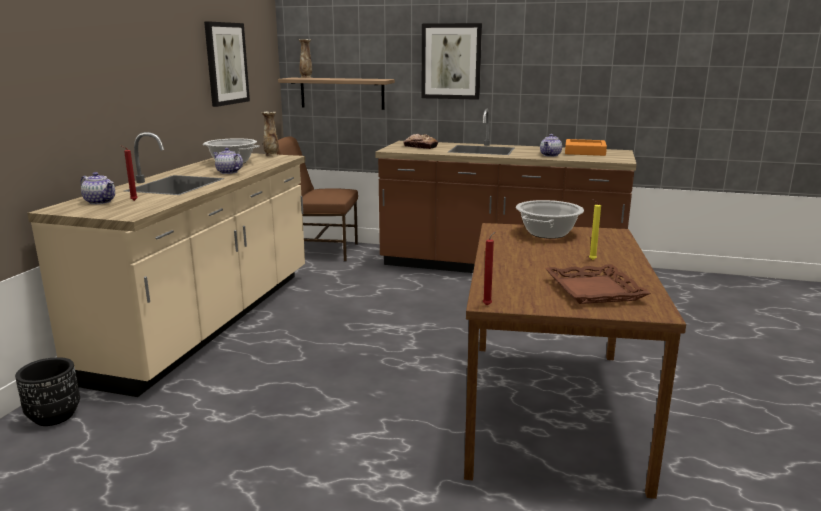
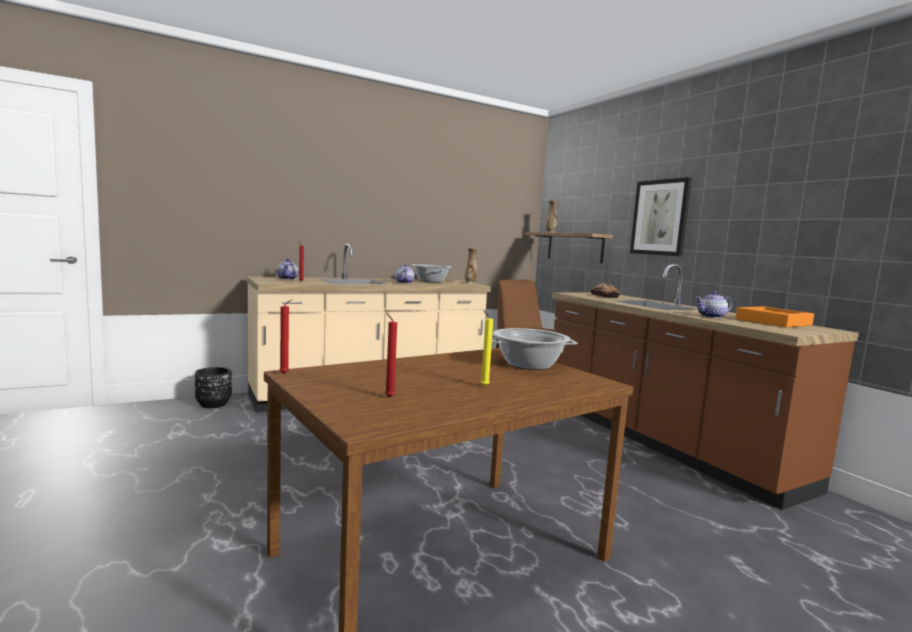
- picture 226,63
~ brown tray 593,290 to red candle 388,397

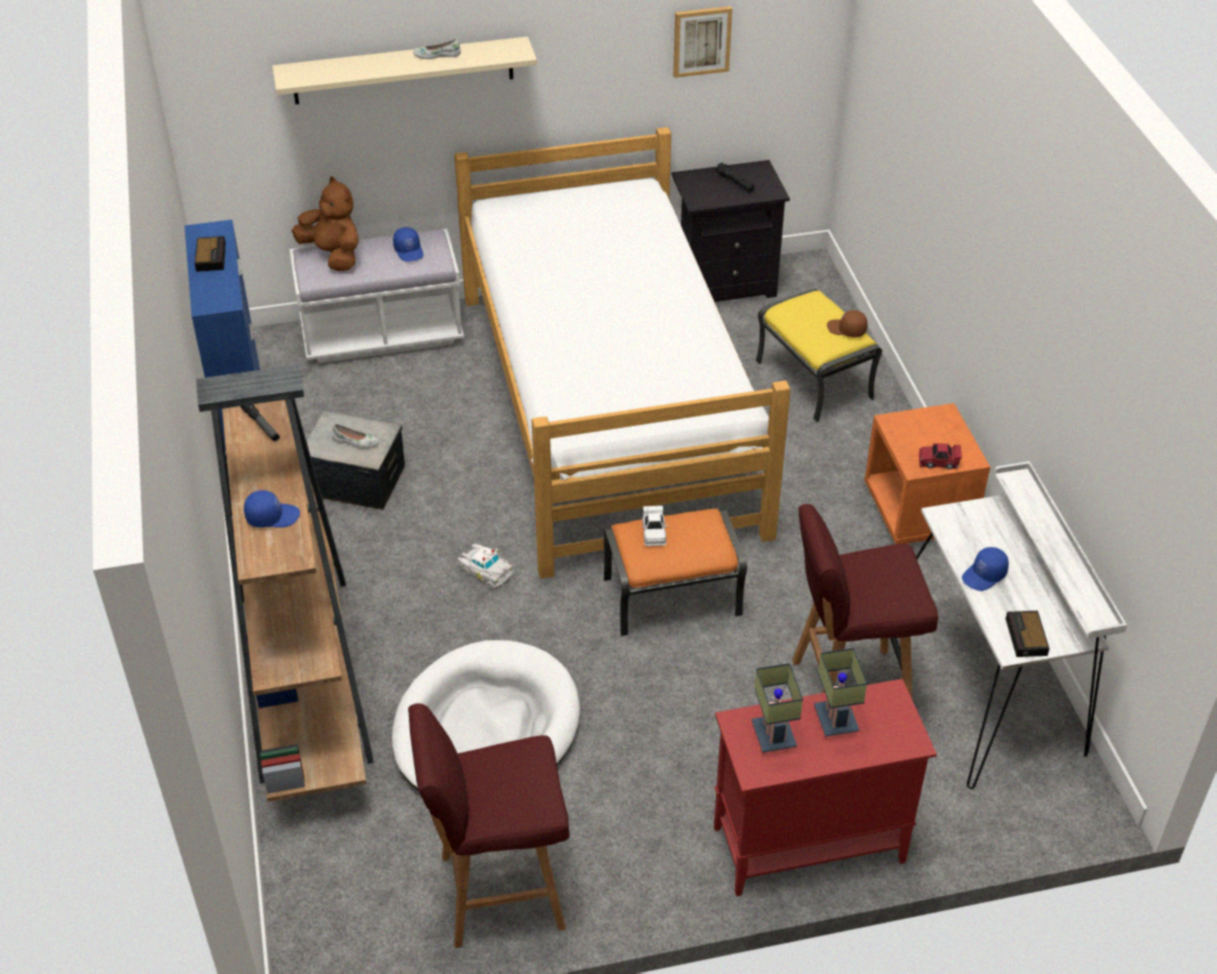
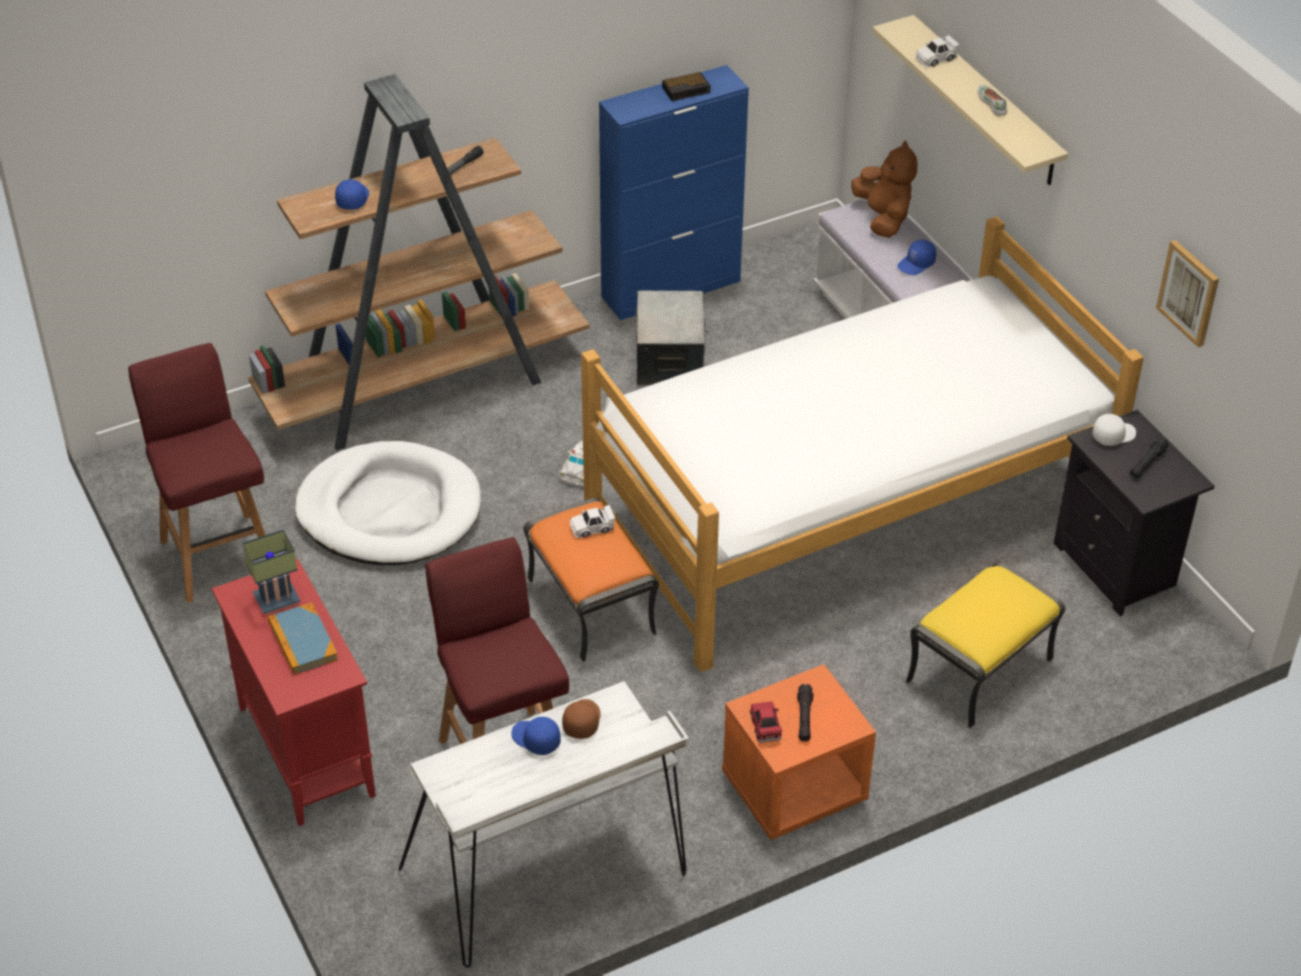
~ blue cap 272,516 = 352,199 150 degrees counterclockwise
~ brown plush toy 333,255 = 883,218 45 degrees counterclockwise
- white shoe 355,442
~ table lamp 838,721 to book 302,641
~ brown cap 846,330 to 581,721
- alarm clock 1026,638
+ black flashlight 804,717
+ white toy car 936,59
+ white cap 1113,435

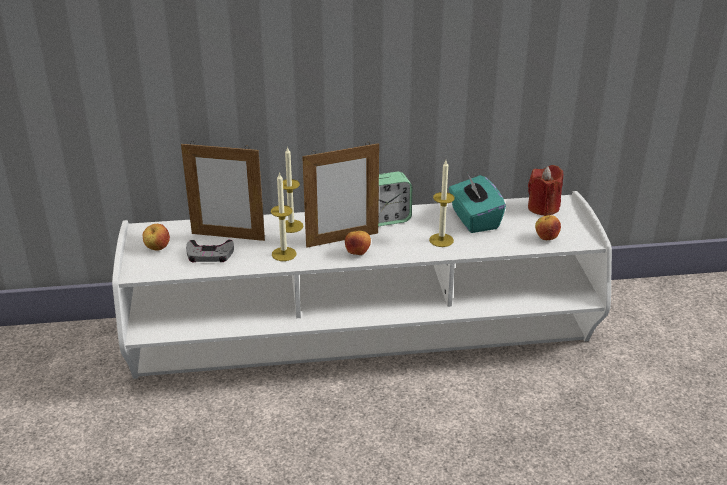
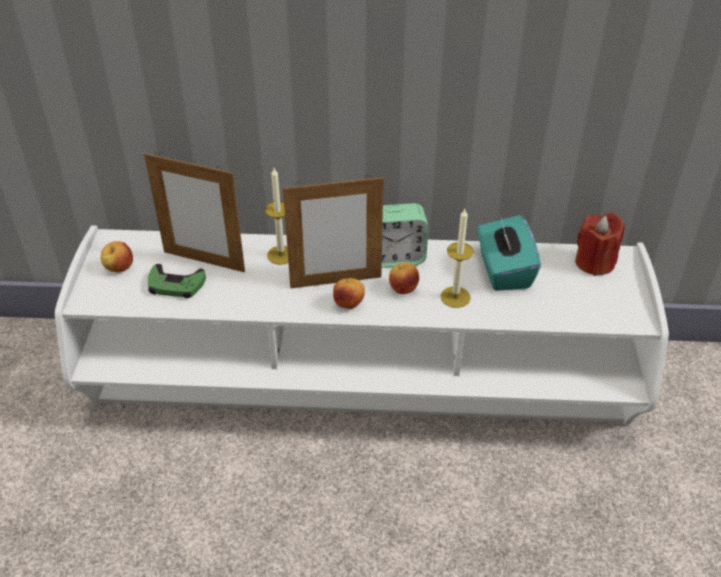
~ grey game controller 209,255 to green game controller 175,285
- candle 284,254
~ apple 546,238 to 403,289

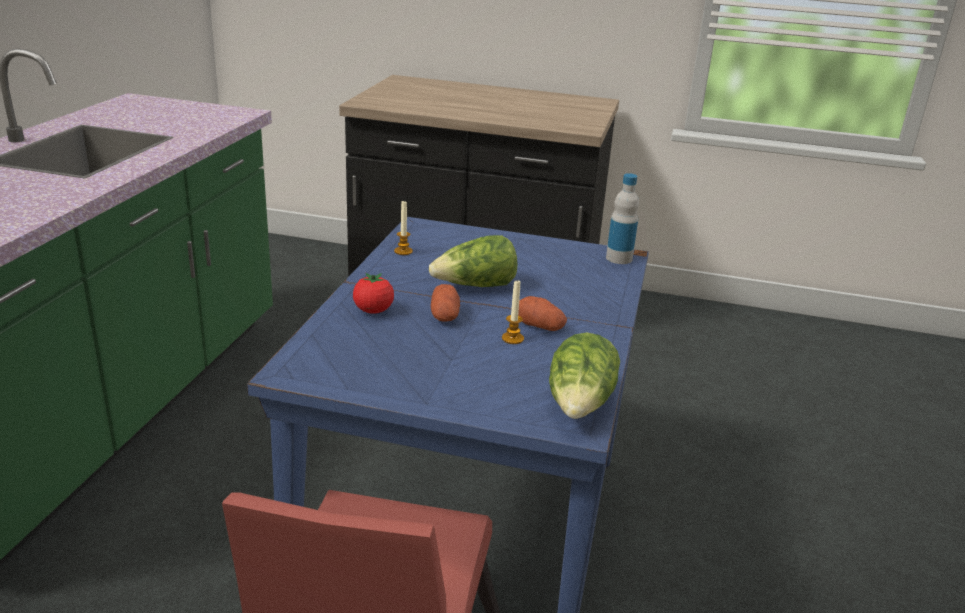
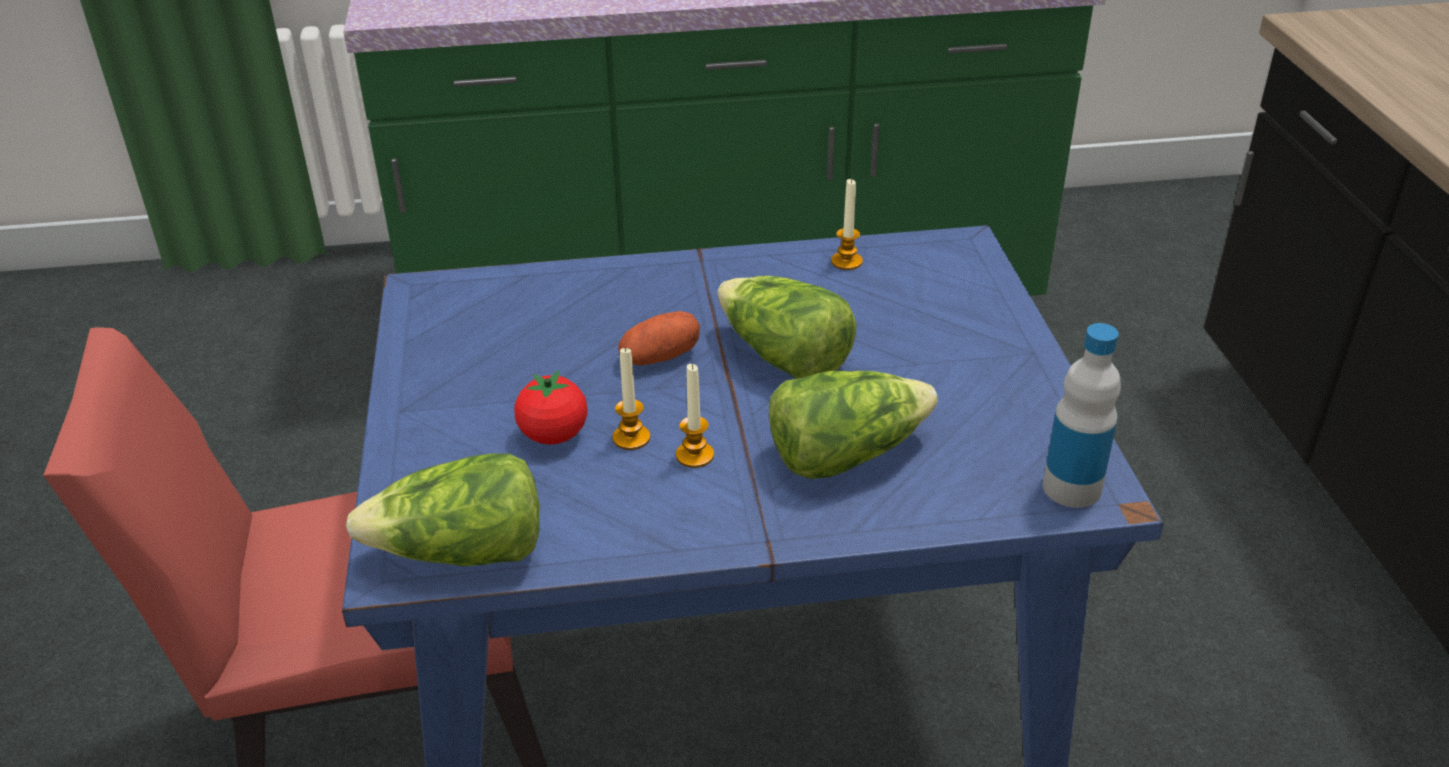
~ tomato 373,311 to 553,435
~ potato 540,326 to candle 695,455
+ lettuce 845,454

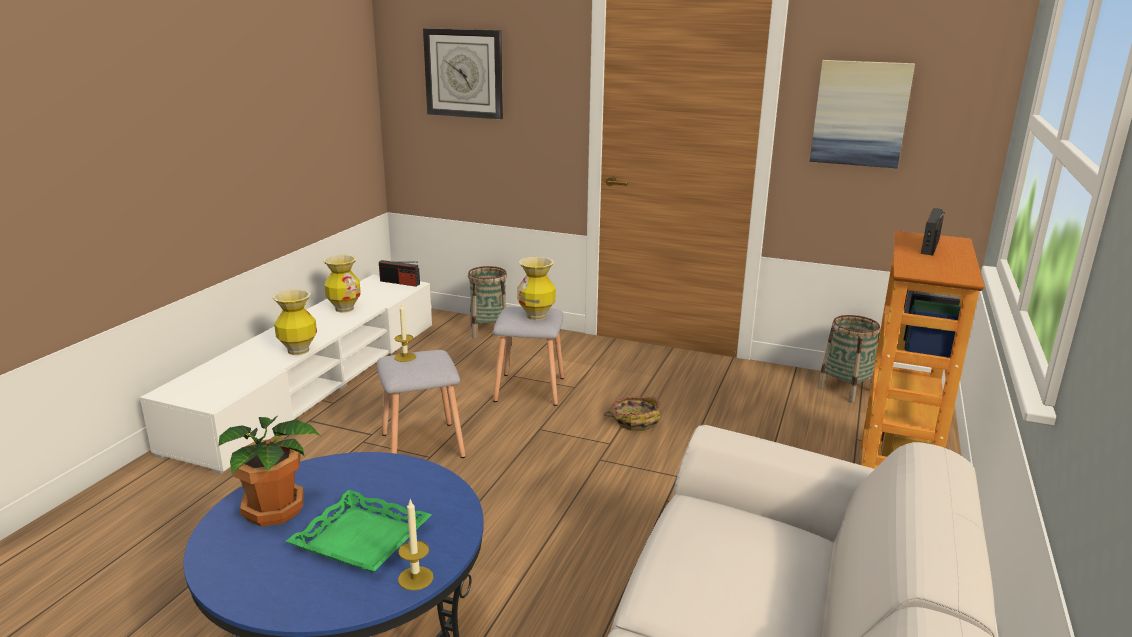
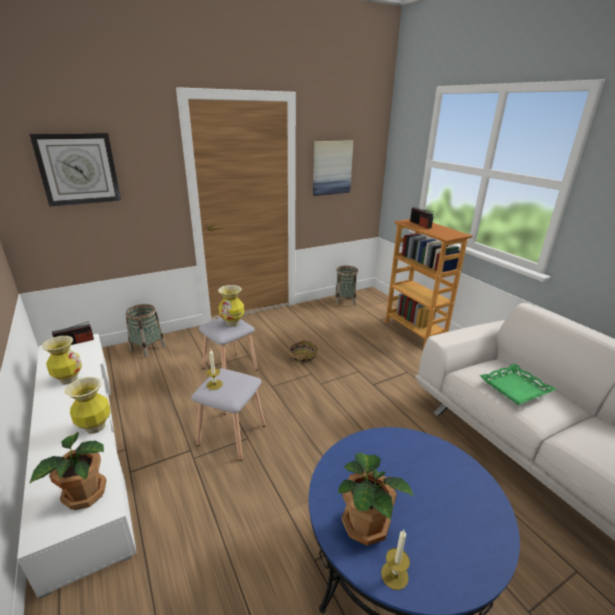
~ green tray 360,539 to 515,388
~ candle 415,578 to 394,575
+ potted plant 83,494

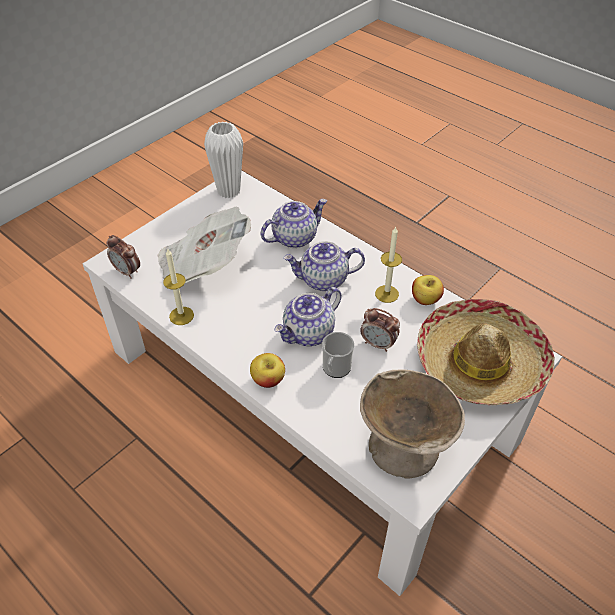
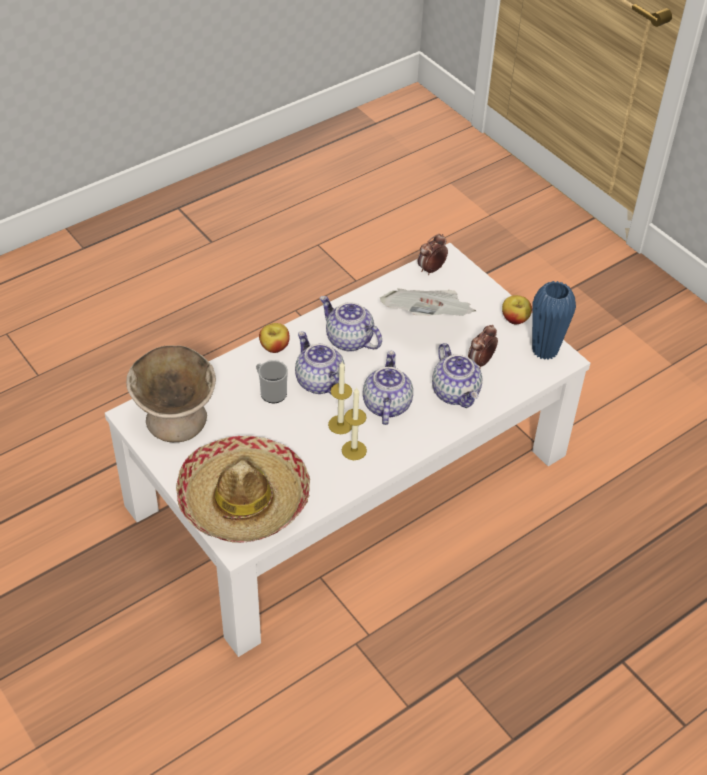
~ candle 181,316 to 340,424
~ white vase 228,191 to blue vase 545,350
~ alarm clock 378,344 to 481,362
~ apple 425,299 to 515,319
+ teapot 348,340

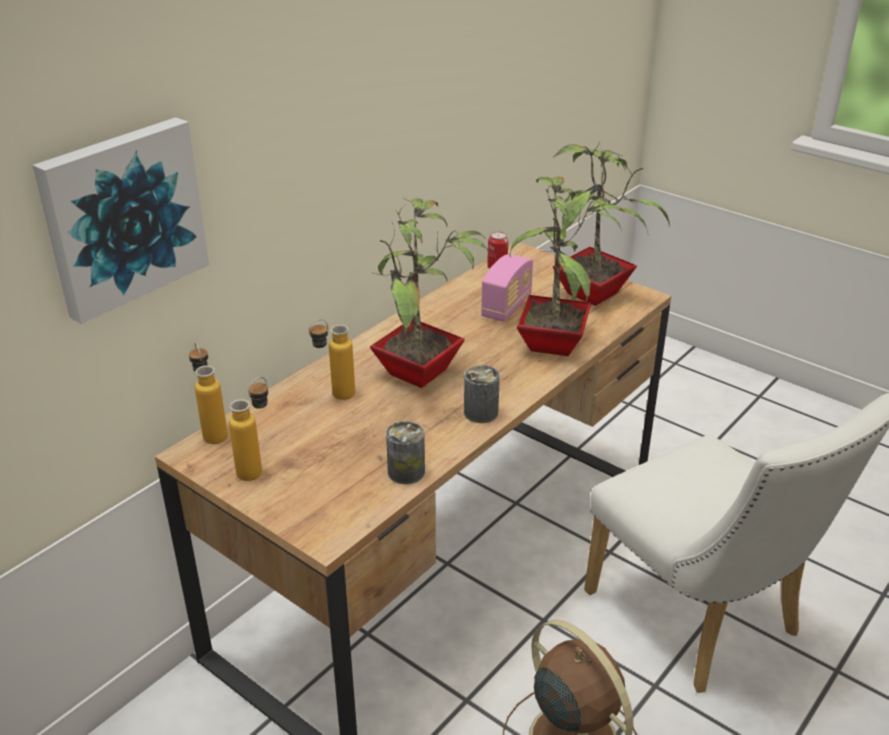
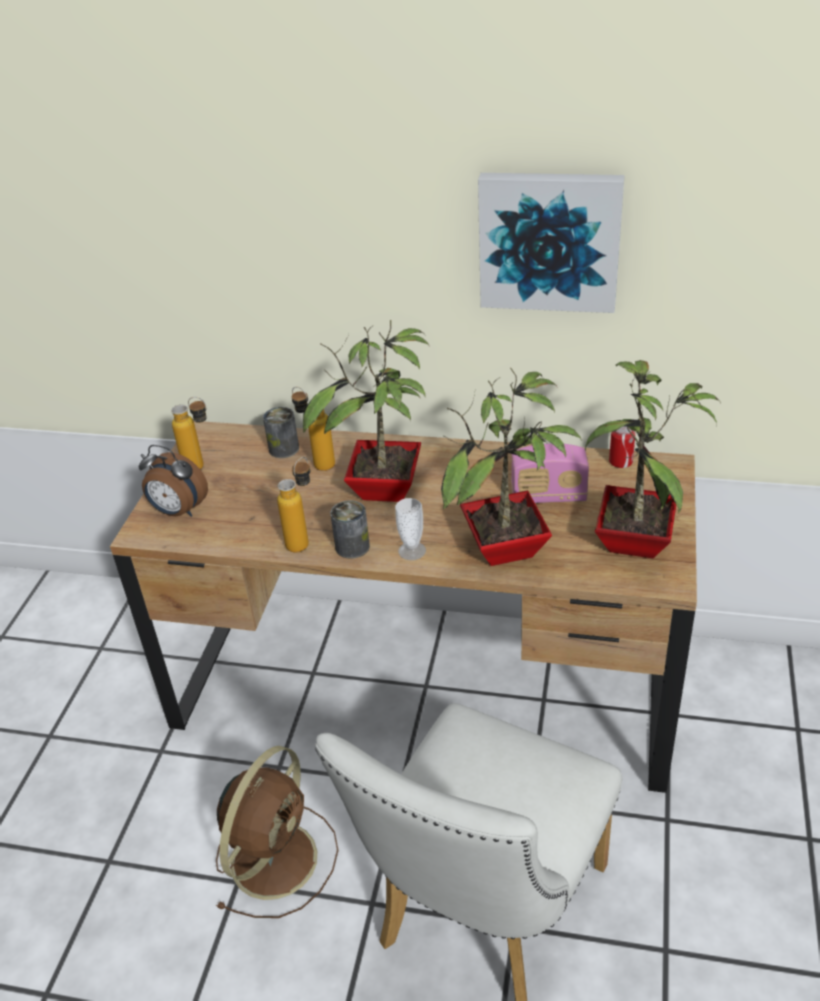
~ picture 122,216 to 549,240
~ bottle 213,432 to 303,540
~ can 406,472 to 284,449
+ alarm clock 178,511
+ cup 412,551

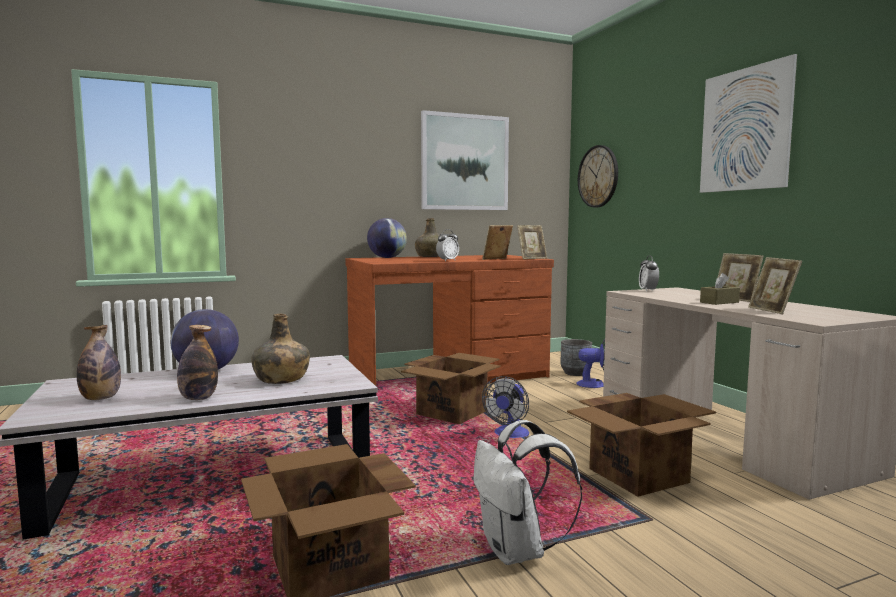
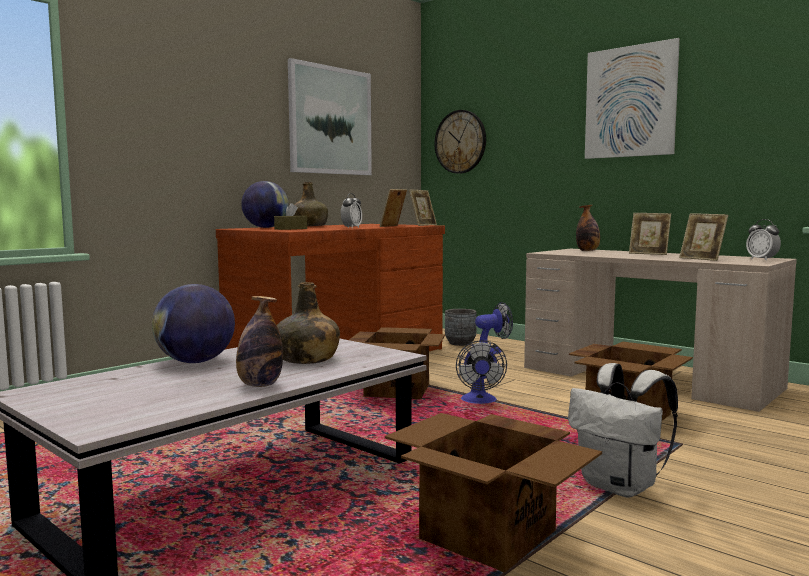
~ bottle 100,398 to 587,251
~ alarm clock 648,290 to 762,259
~ brown tissue box 719,302 to 291,229

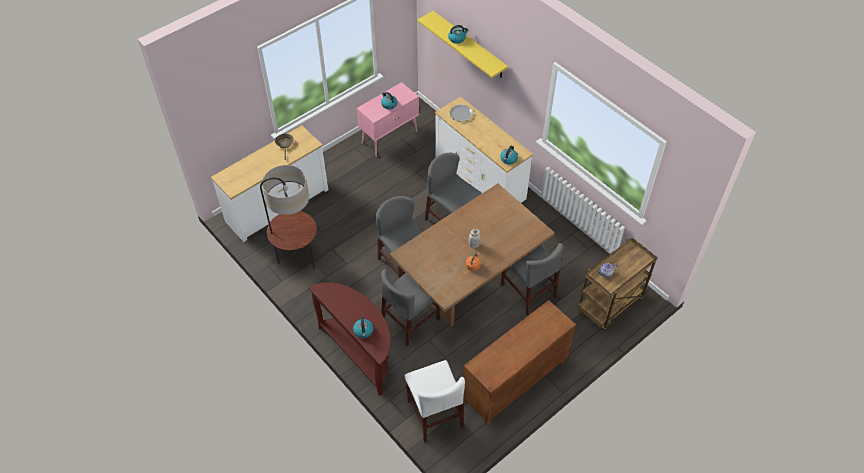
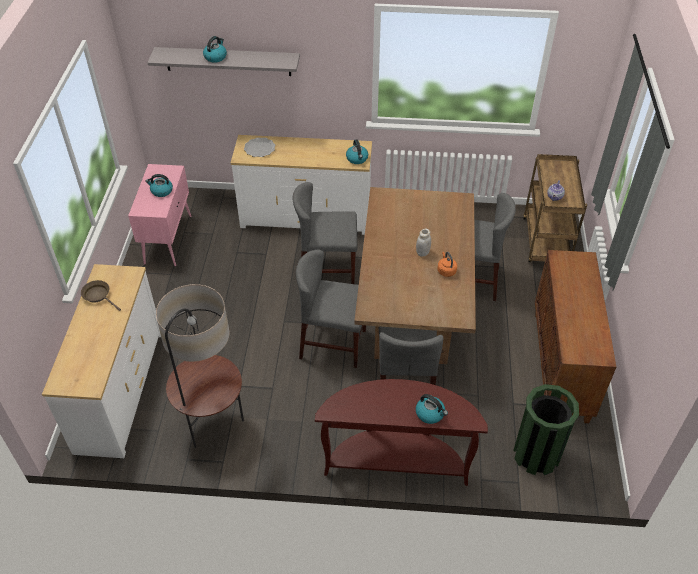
~ white chair 435,414 to green trash can 536,455
~ yellow shelf 469,45 to grey shelf 228,61

